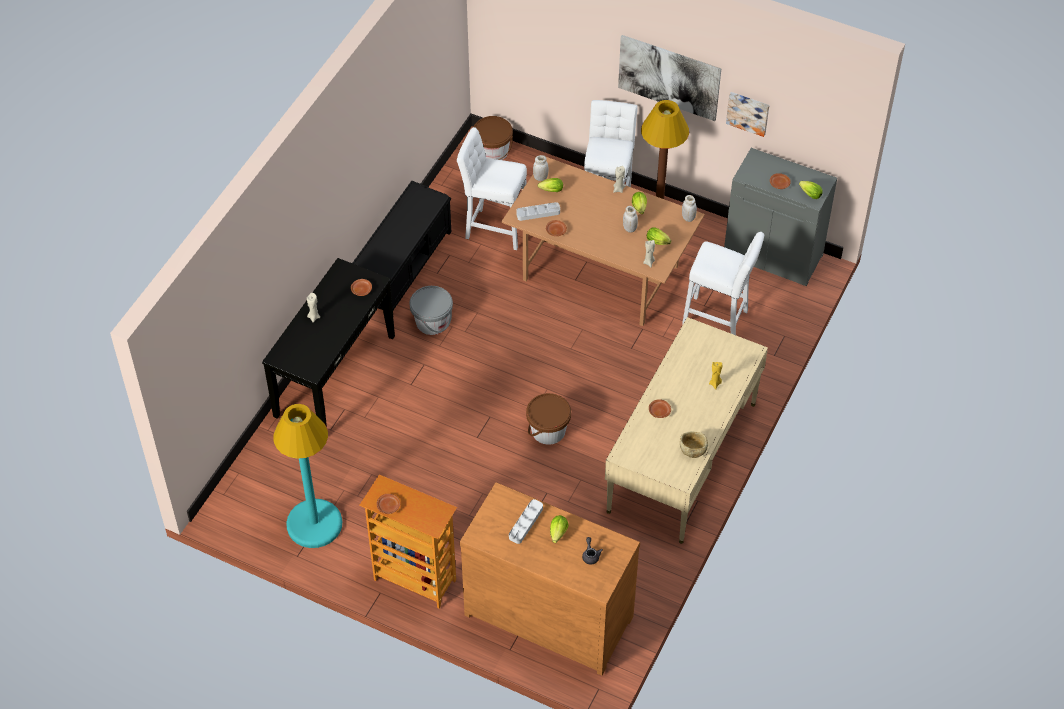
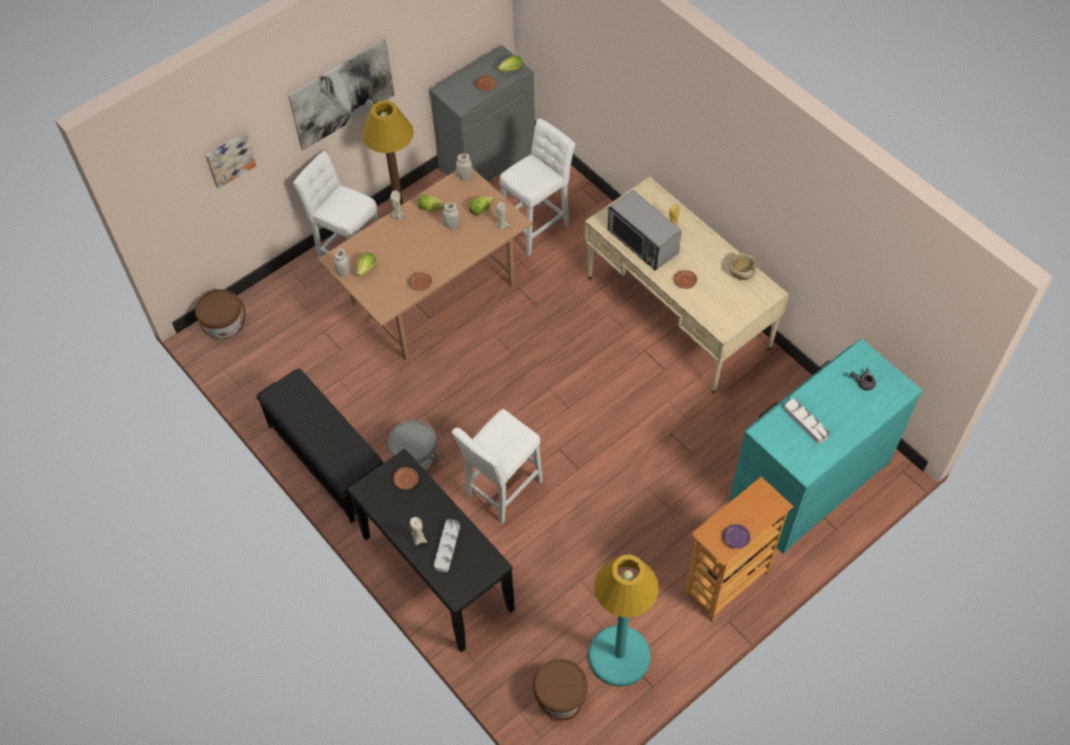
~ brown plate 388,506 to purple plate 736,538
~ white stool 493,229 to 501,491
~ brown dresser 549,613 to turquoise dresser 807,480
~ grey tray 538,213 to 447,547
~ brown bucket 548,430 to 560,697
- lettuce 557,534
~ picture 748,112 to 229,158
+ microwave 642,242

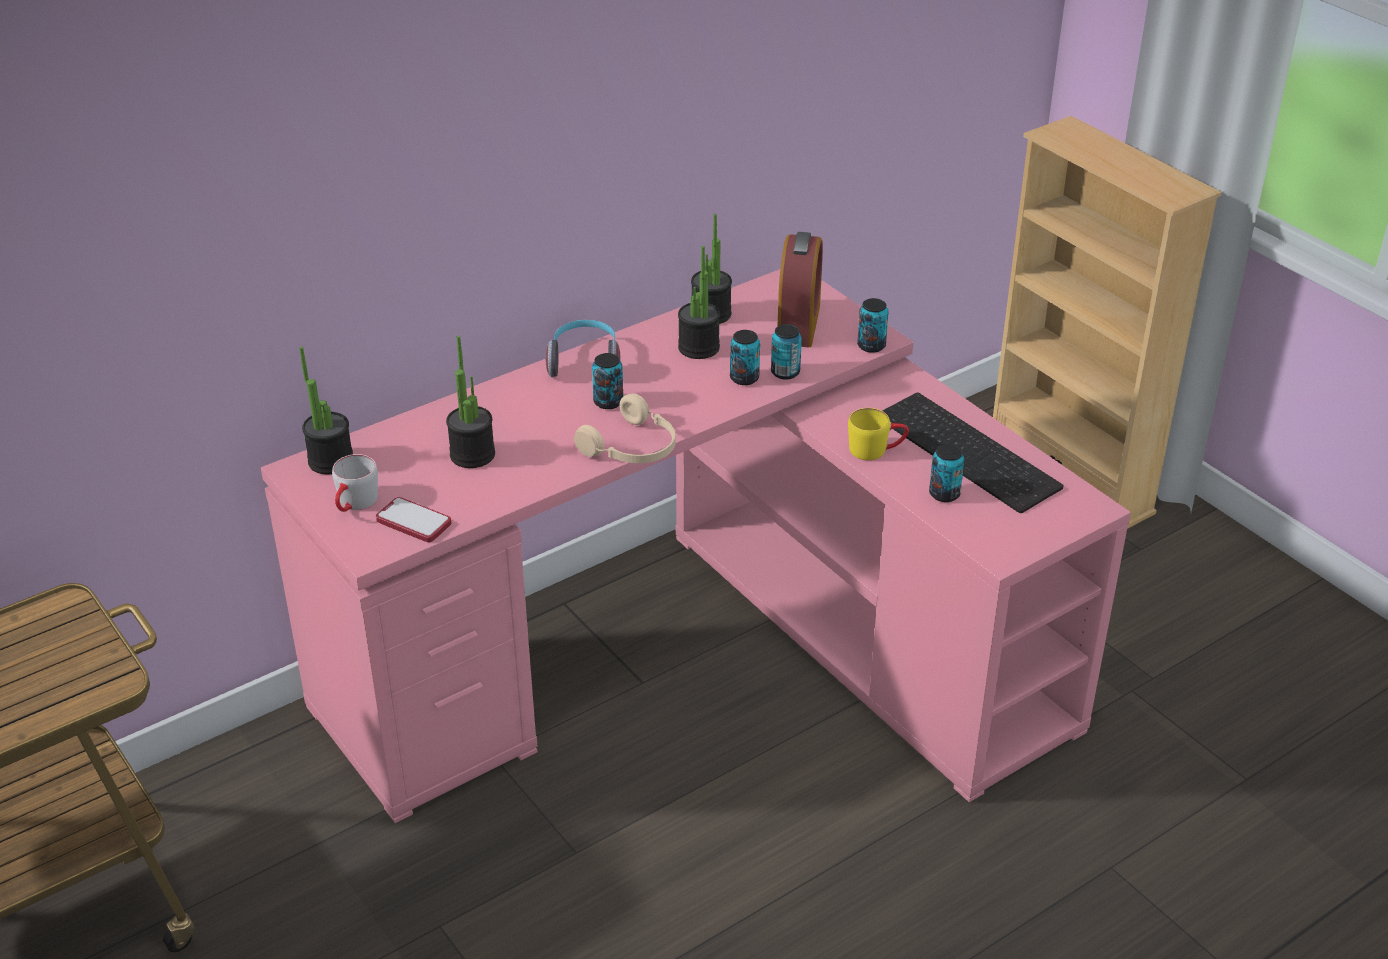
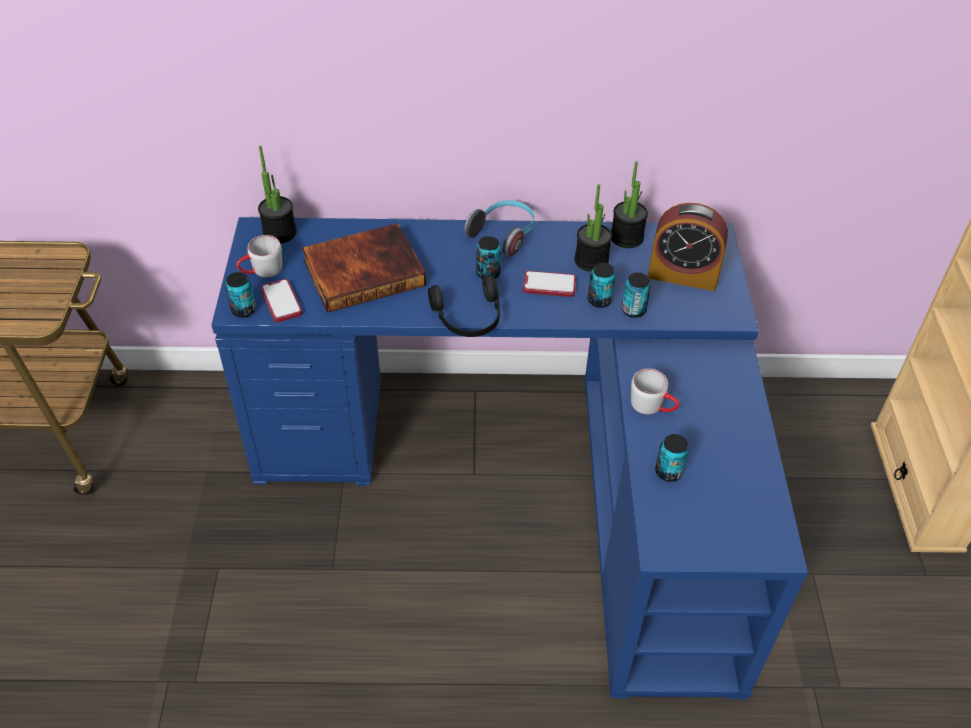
~ pink desk 705,650 to blue desk 533,474
~ potted plant 472,455 to book 364,271
~ beige headphones 633,448 to black headphones 468,318
~ alarm clock 798,324 = 683,275 60 degrees clockwise
~ yellow mug 876,449 to grey mug 653,406
~ can 871,346 to 243,310
- keyboard 971,451
+ phone 549,285

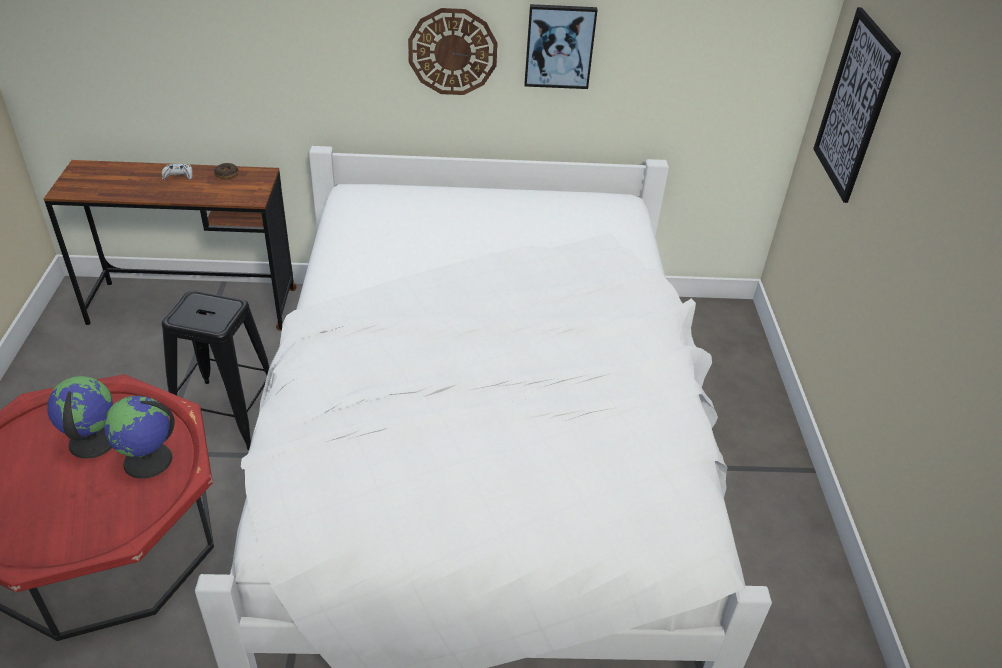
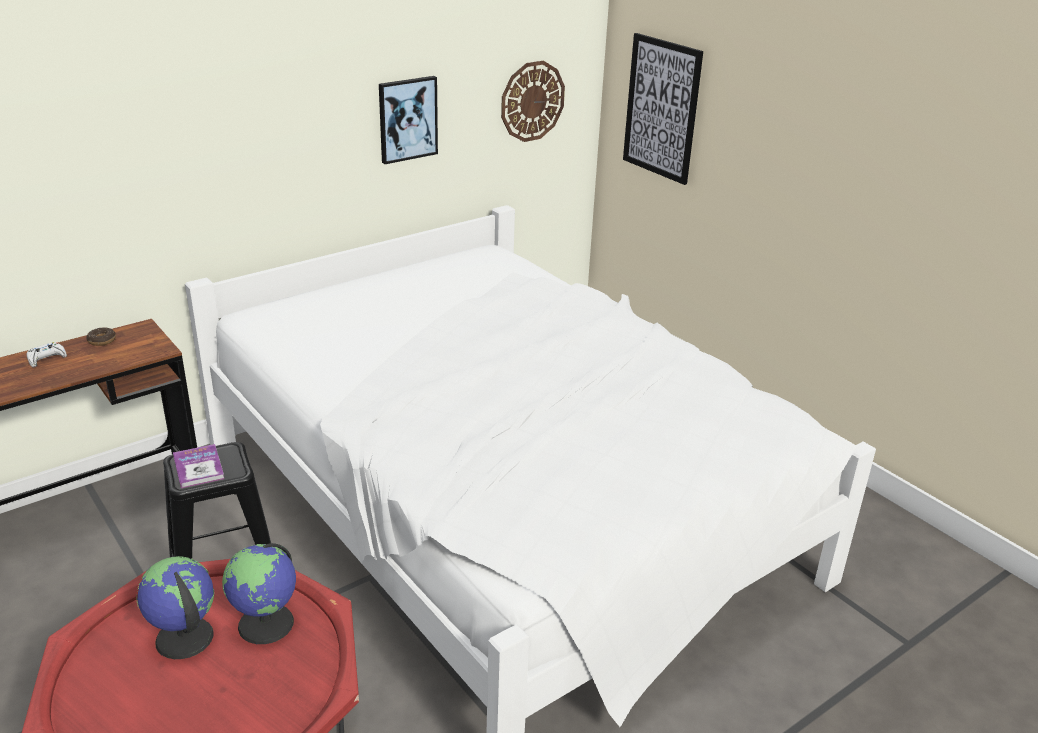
~ wall clock 452,52 to 532,101
+ book 198,467

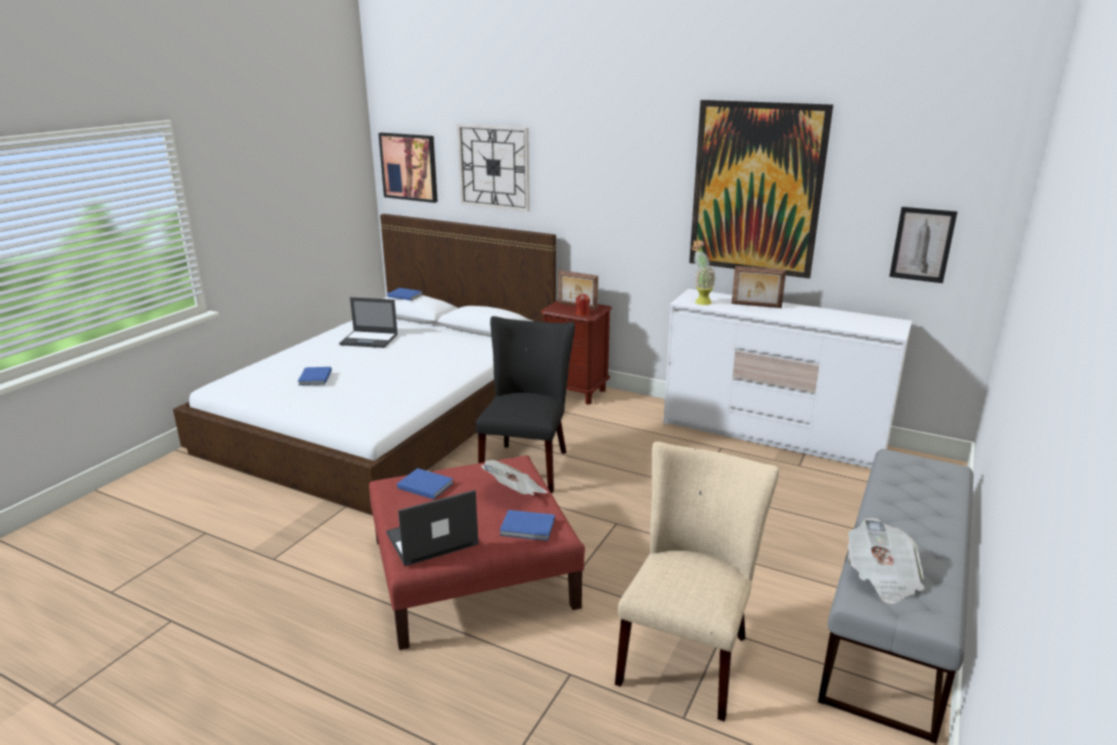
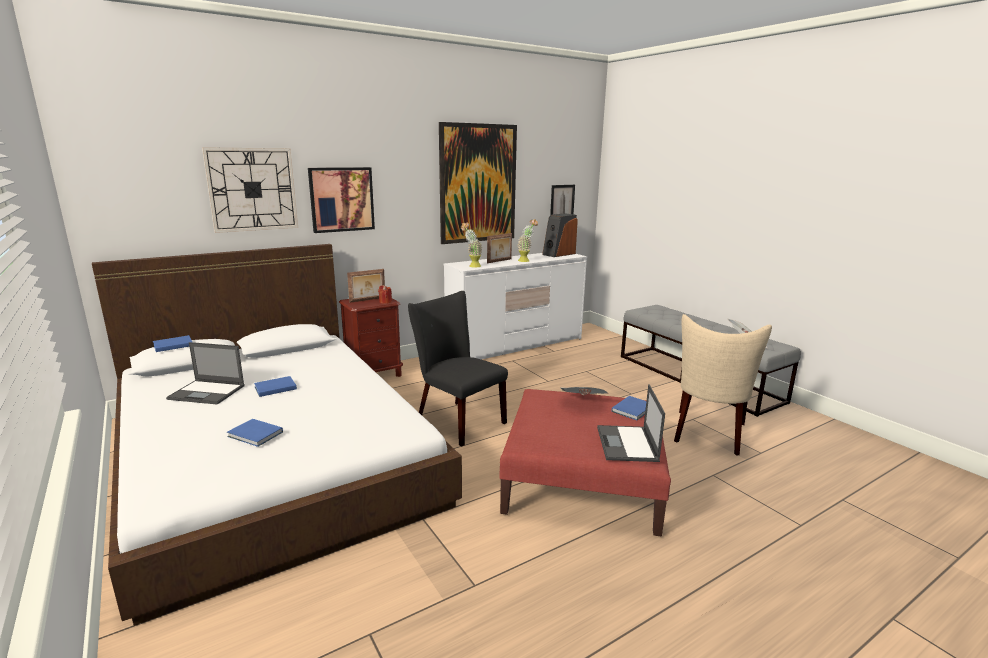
~ laptop 370,339 = 207,392 60 degrees clockwise
~ picture 409,167 to 341,199
~ blue book 425,485 to 274,388
~ beige chair 687,654 = 708,434 120 degrees counterclockwise
+ potted plant 526,260
+ speaker 558,254

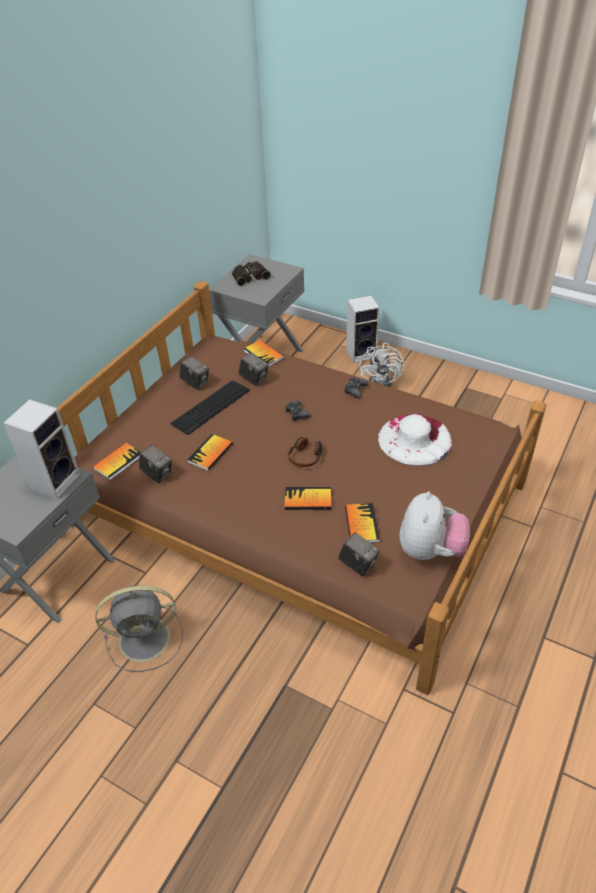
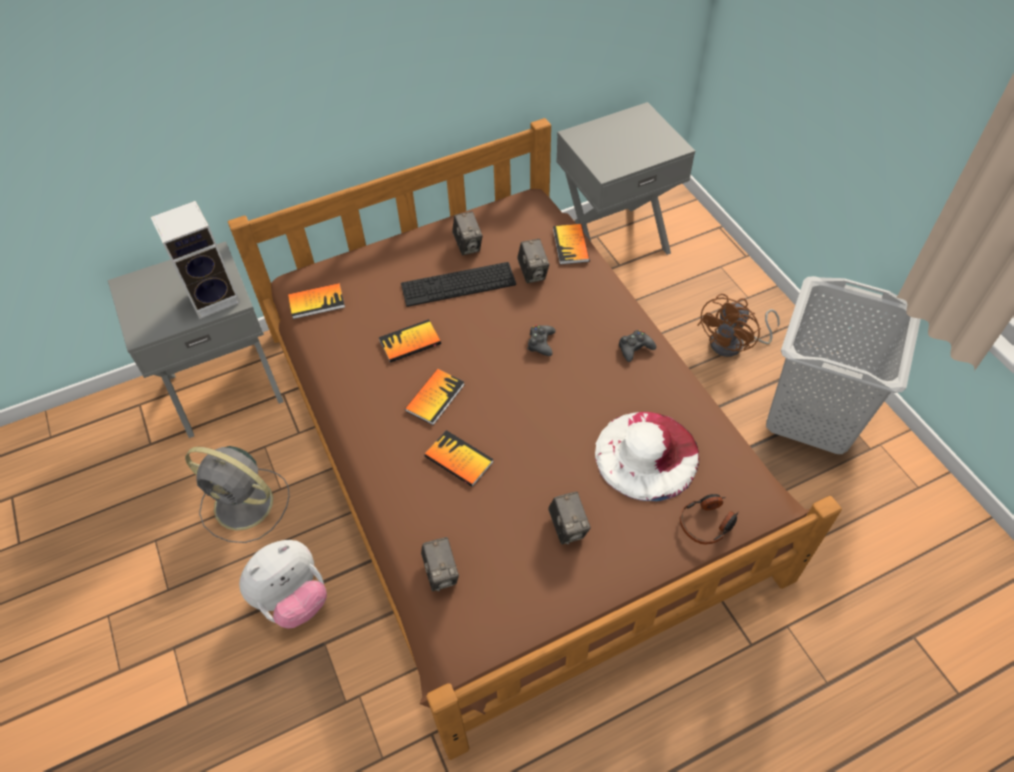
~ photo camera 157,474 to 568,527
- binoculars 250,276
~ headphones 306,456 to 707,522
~ book 361,524 to 435,397
- speaker 362,353
~ white fan 384,381 to brown fan 734,344
~ plush toy 430,550 to 293,598
+ grey laundry basket 811,414

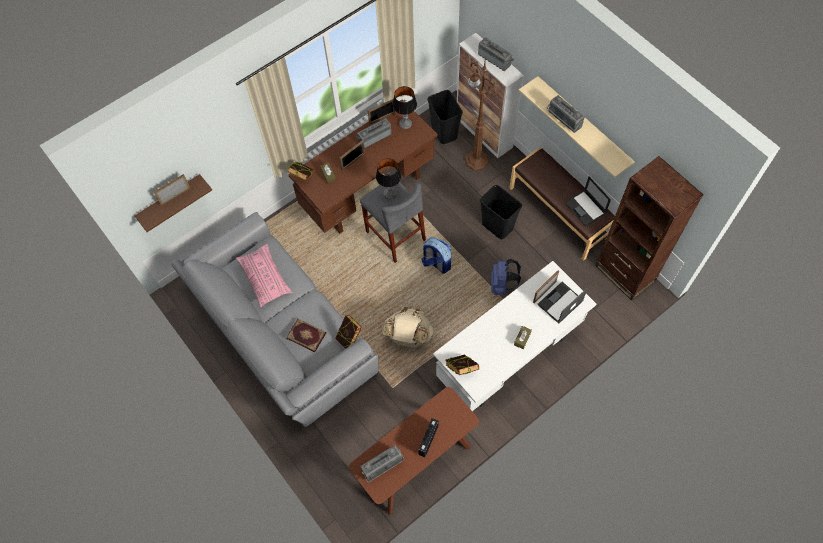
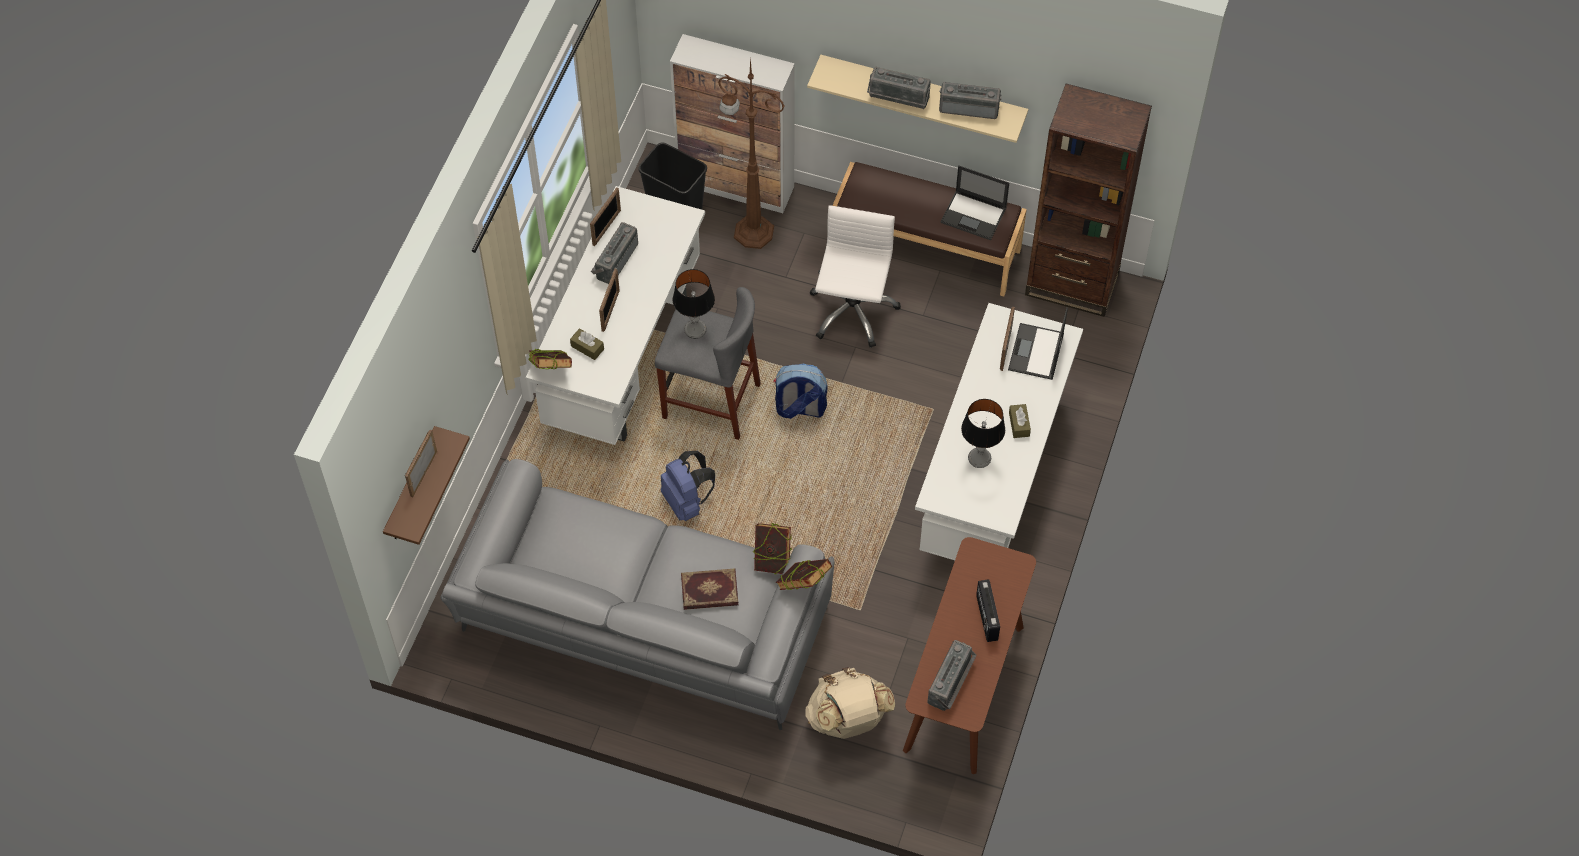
- pink pillow 265,278
~ brown desk 368,192 to white desk 623,359
~ beige backpack 408,336 to 848,719
~ table lamp 405,123 to 979,458
~ book 461,369 to 803,585
~ radio 495,59 to 969,107
~ black trash can 498,226 to white office chair 852,311
~ blue backpack 502,285 to 687,502

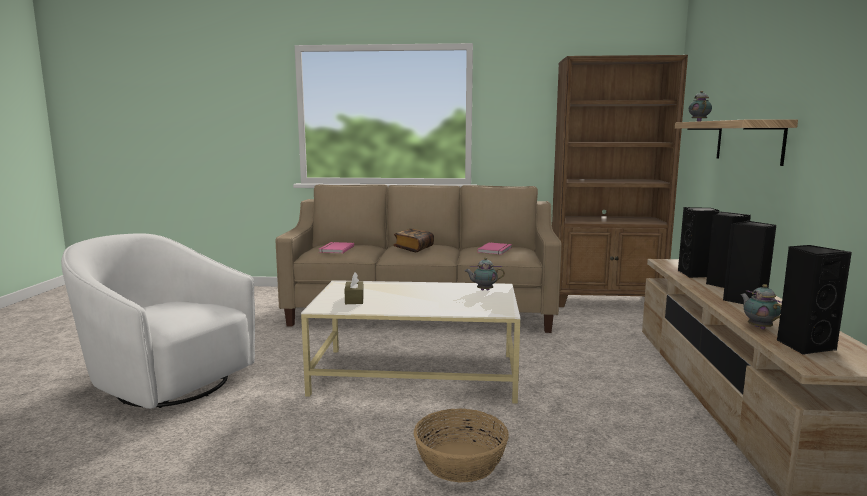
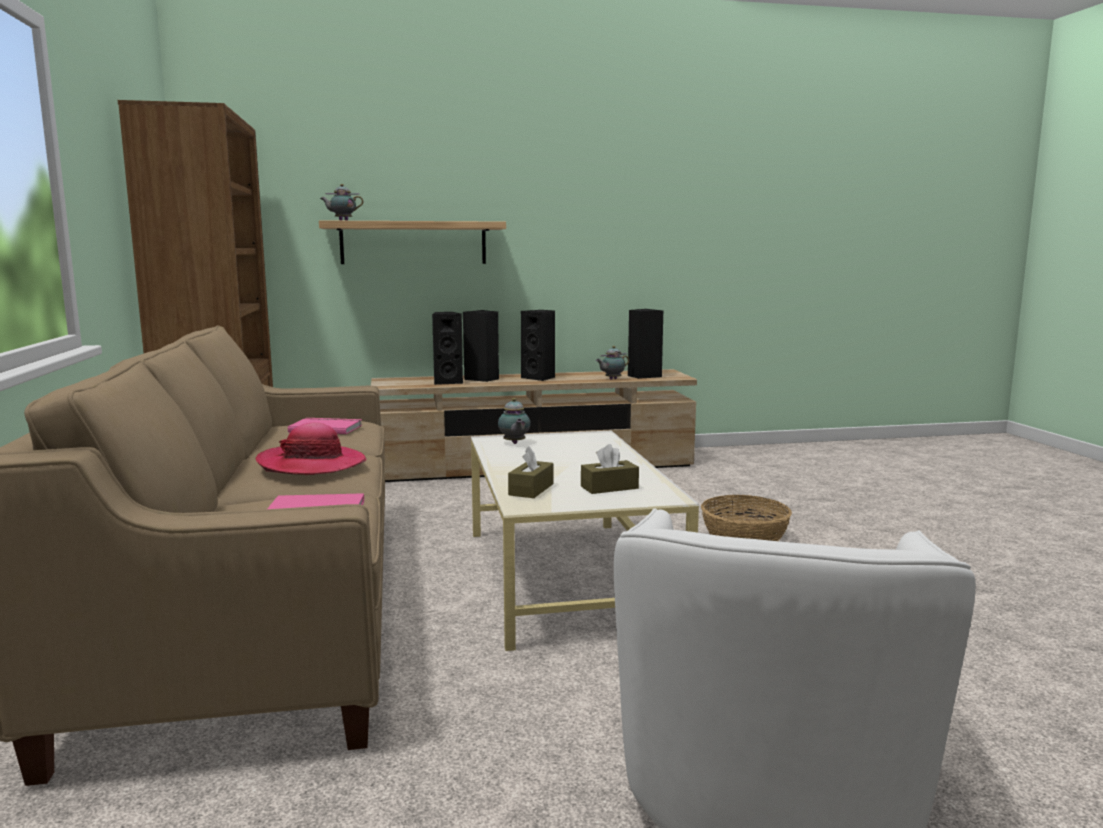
~ book 413,248 to hat 312,464
+ brown tissue box 531,489

